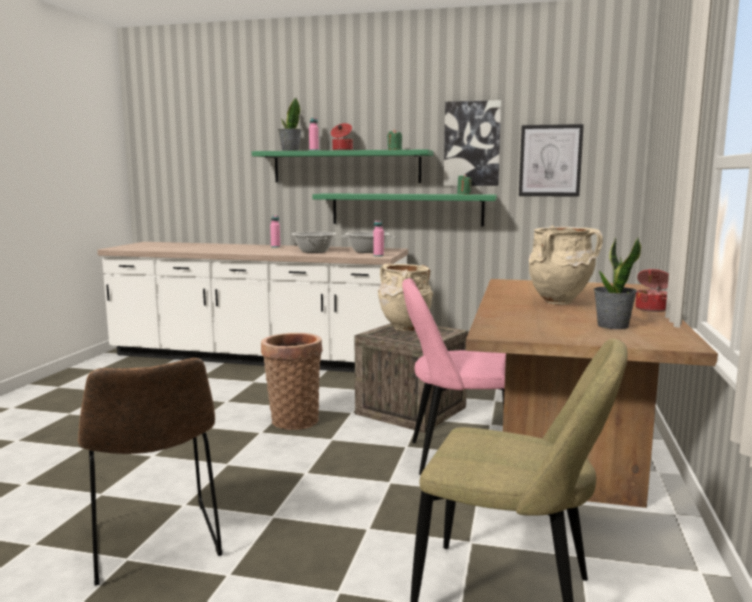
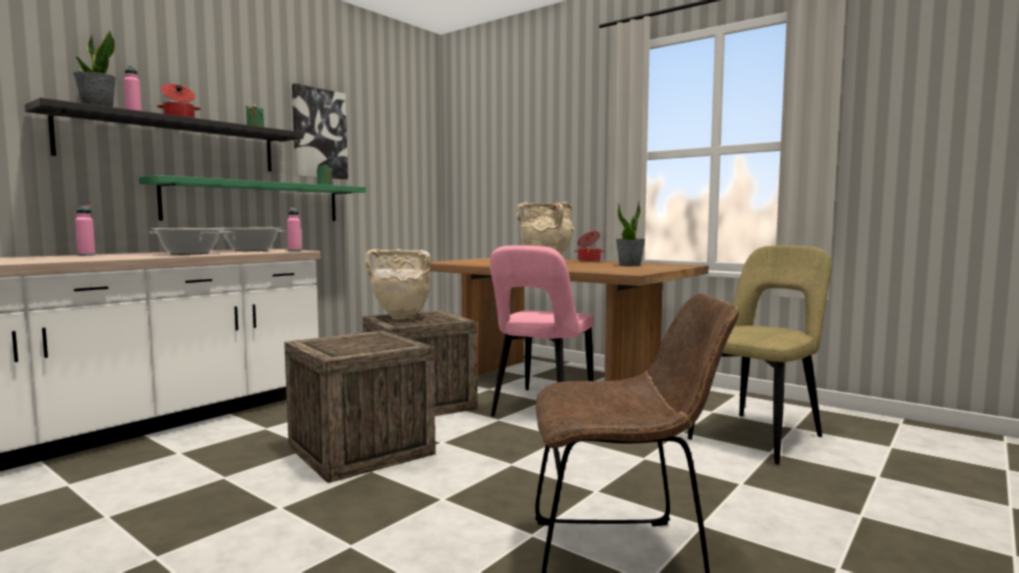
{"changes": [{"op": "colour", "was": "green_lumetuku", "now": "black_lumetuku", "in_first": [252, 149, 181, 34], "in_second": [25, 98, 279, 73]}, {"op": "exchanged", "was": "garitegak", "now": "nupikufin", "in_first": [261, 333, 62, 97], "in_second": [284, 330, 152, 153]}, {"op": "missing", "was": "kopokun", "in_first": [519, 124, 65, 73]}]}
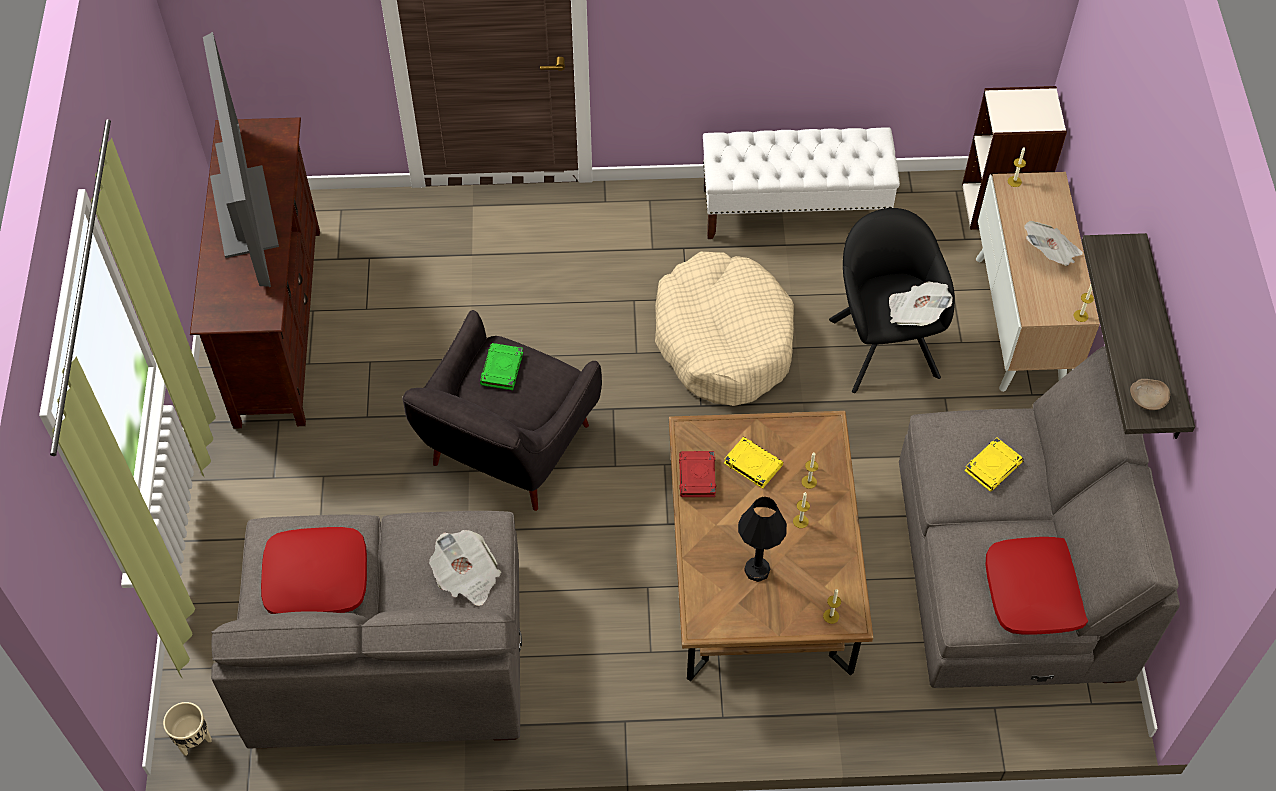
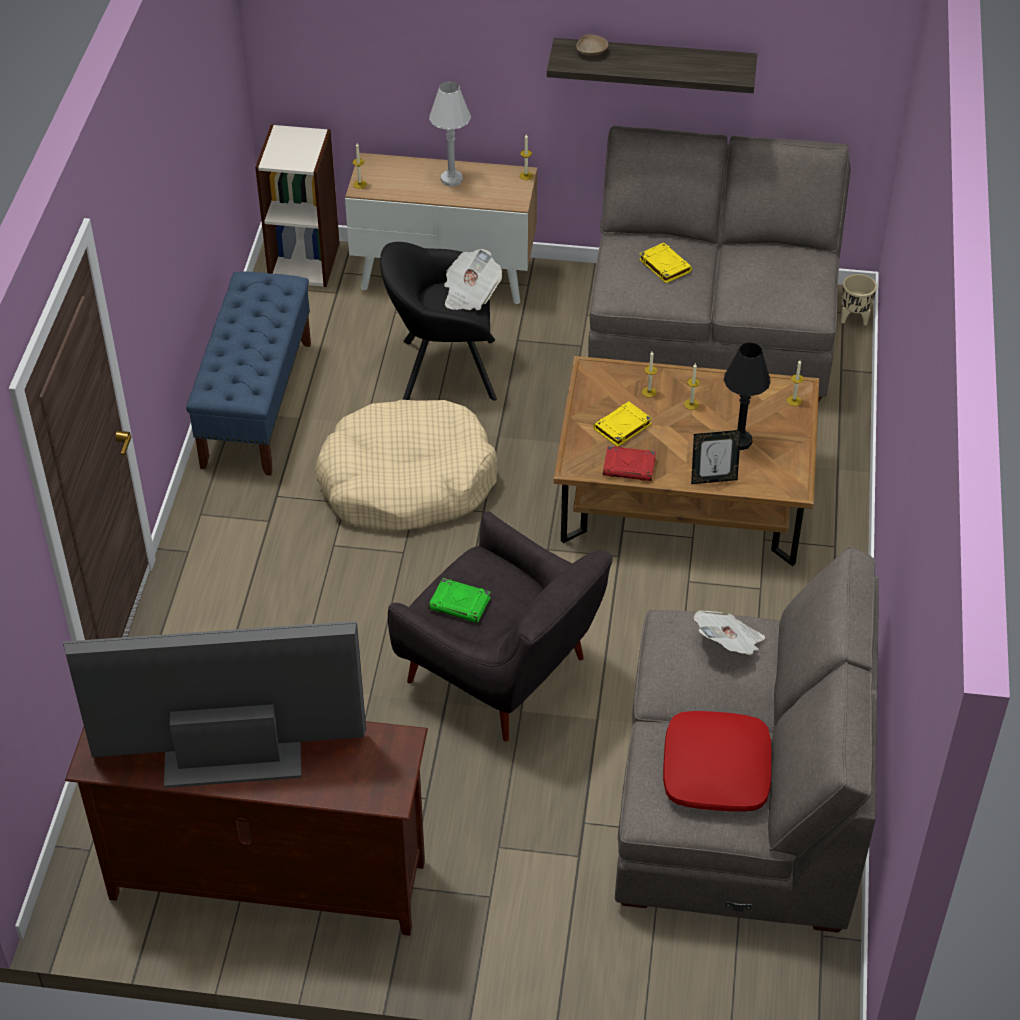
{"changes": [{"op": "relocated", "was": "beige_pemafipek", "in_first": [163, 702, 49, 54], "in_second": [841, 274, 36, 52]}, {"op": "colour", "was": "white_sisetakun", "now": "blue_sisetakun", "in_first": [703, 128, 197, 111], "in_second": [186, 271, 125, 205]}, {"op": "missing", "was": "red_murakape", "in_first": [985, 537, 103, 98]}, {"op": "exchanged", "was": "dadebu", "now": "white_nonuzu", "in_first": [1024, 221, 59, 45], "in_second": [429, 81, 42, 106]}, {"op": "relocated", "was": "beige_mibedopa", "in_first": [1130, 379, 40, 31], "in_second": [576, 34, 32, 22]}, {"op": "appeared", "now": "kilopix", "in_second": [691, 430, 50, 54]}]}
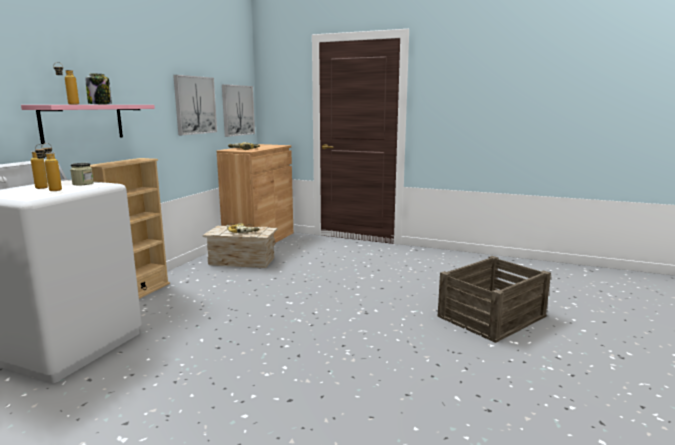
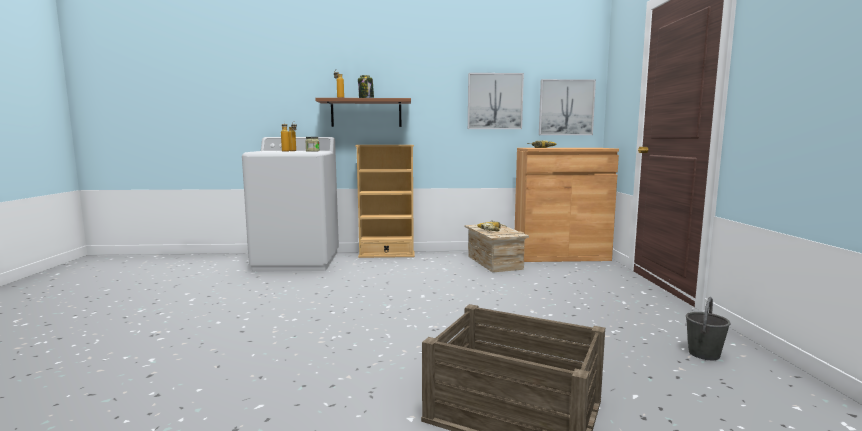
{"changes": [{"op": "colour", "was": "pink_lumetuku", "now": "brown_lumetuku", "in_first": [21, 105, 134, 39], "in_second": [315, 98, 96, 29]}, {"op": "appeared", "now": "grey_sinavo", "in_second": [686, 297, 44, 63]}]}
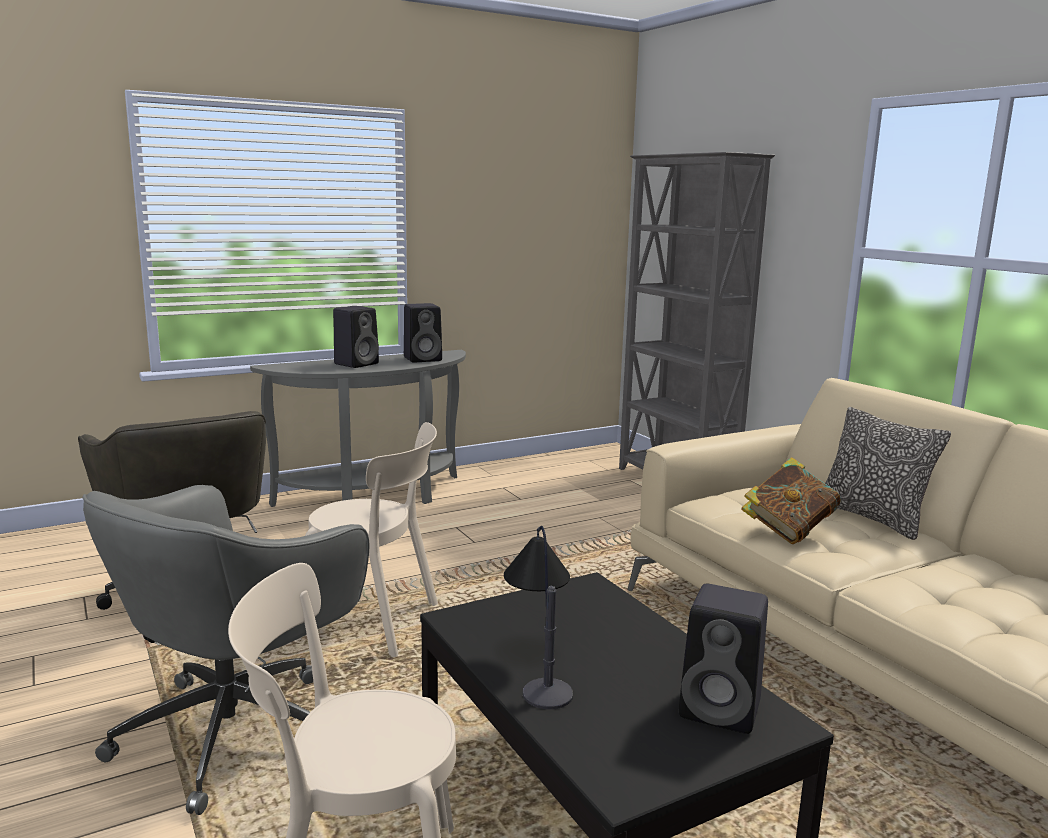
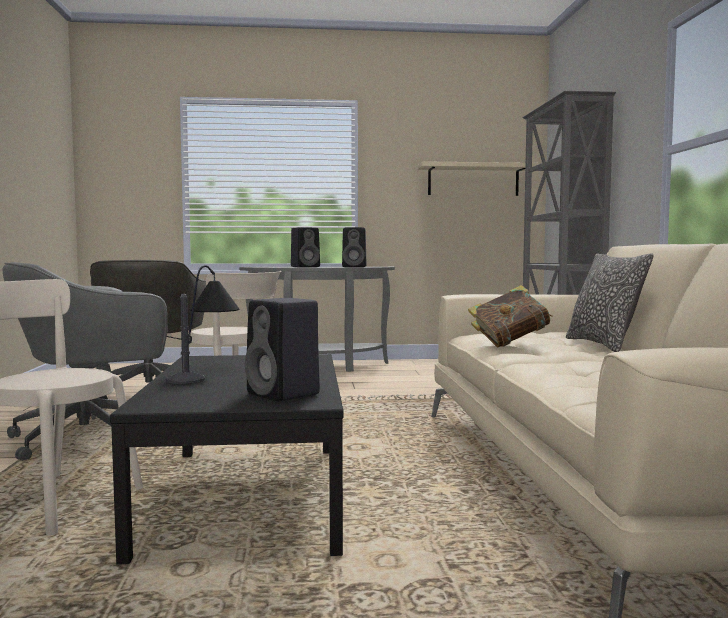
{"changes": [{"op": "appeared", "now": "beige_lumetuku", "in_second": [417, 161, 122, 35]}]}
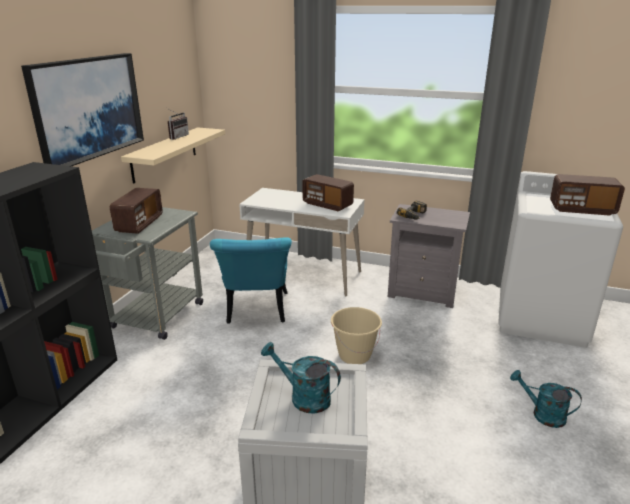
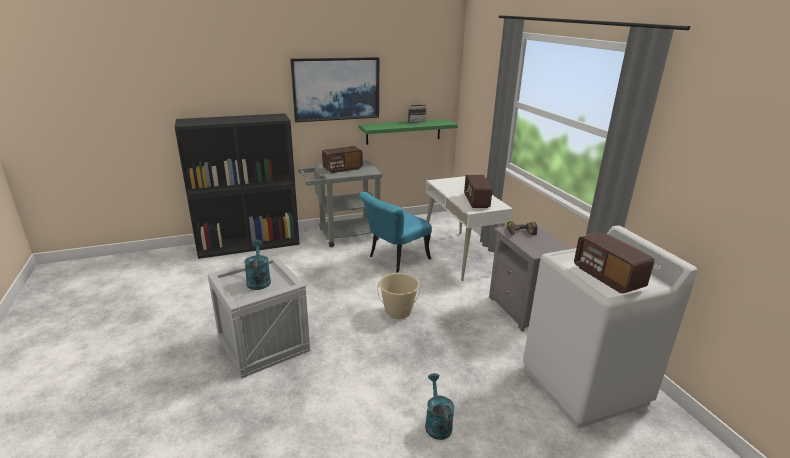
{"changes": [{"op": "colour", "was": "beige_lumetuku", "now": "green_lumetuku", "in_first": [121, 127, 104, 57], "in_second": [359, 119, 99, 26]}]}
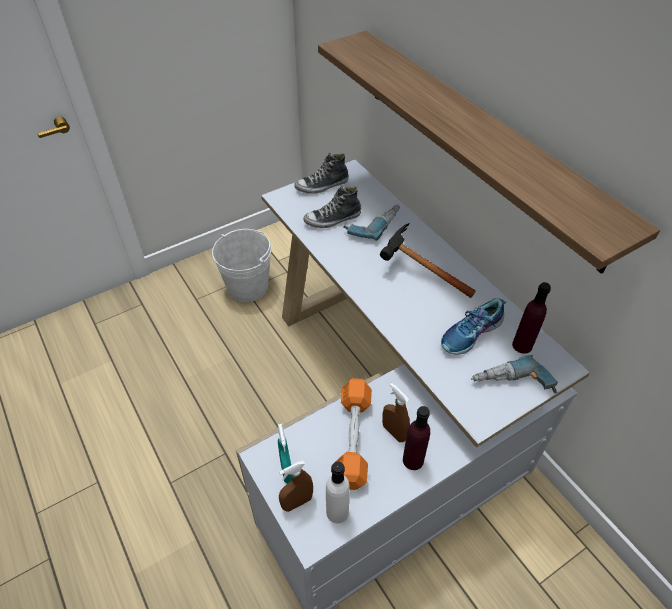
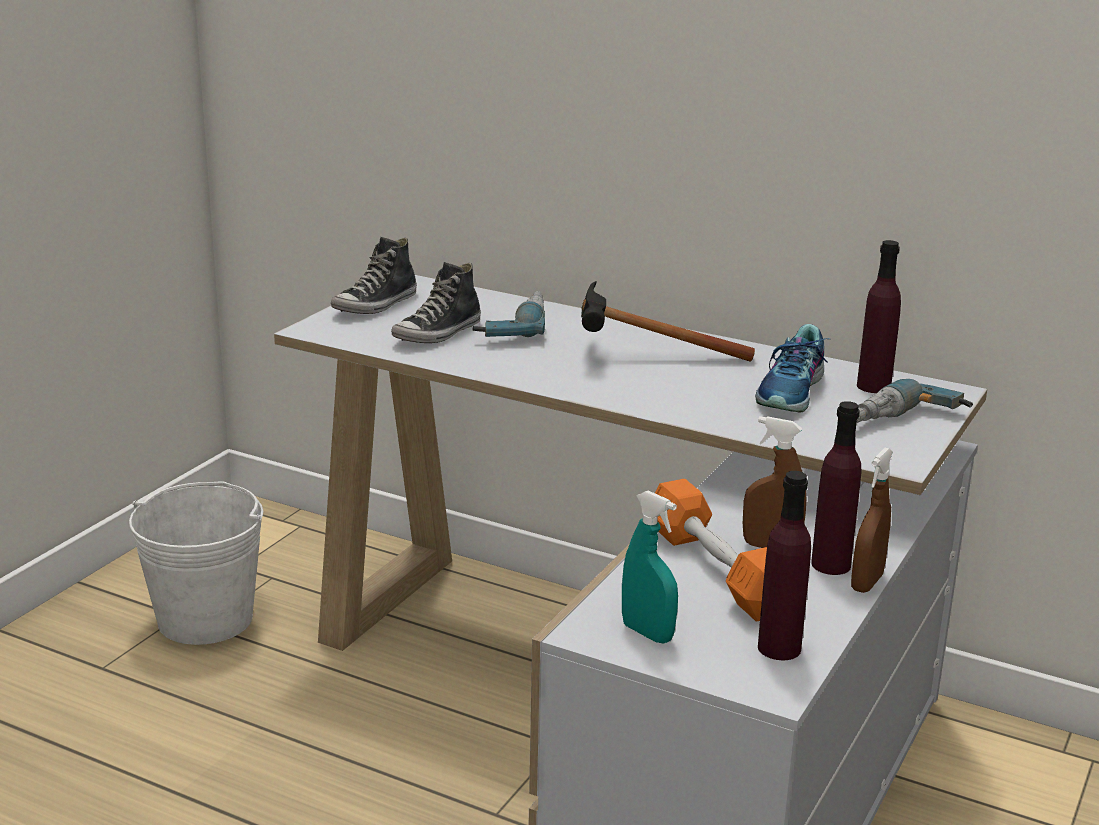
{"changes": [{"op": "relocated", "was": "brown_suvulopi", "in_first": [279, 461, 34, 51], "in_second": [851, 448, 42, 145]}, {"op": "missing", "was": "lumetuku", "in_first": [318, 31, 342, 243]}, {"op": "colour", "was": "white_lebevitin", "now": "purple_lebevitin", "in_first": [326, 461, 24, 62], "in_second": [758, 471, 53, 189]}]}
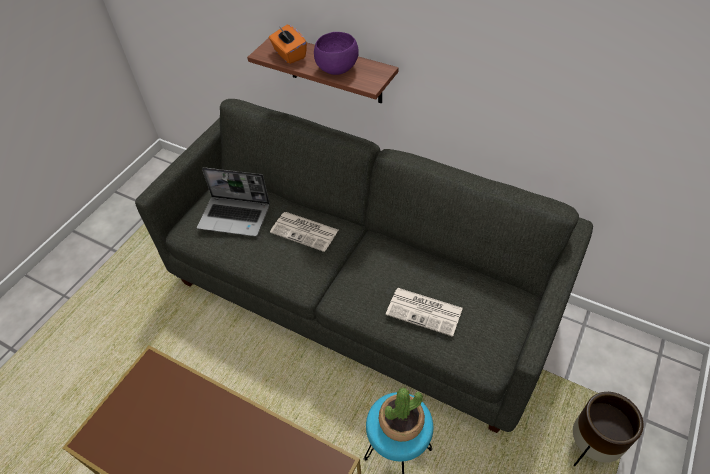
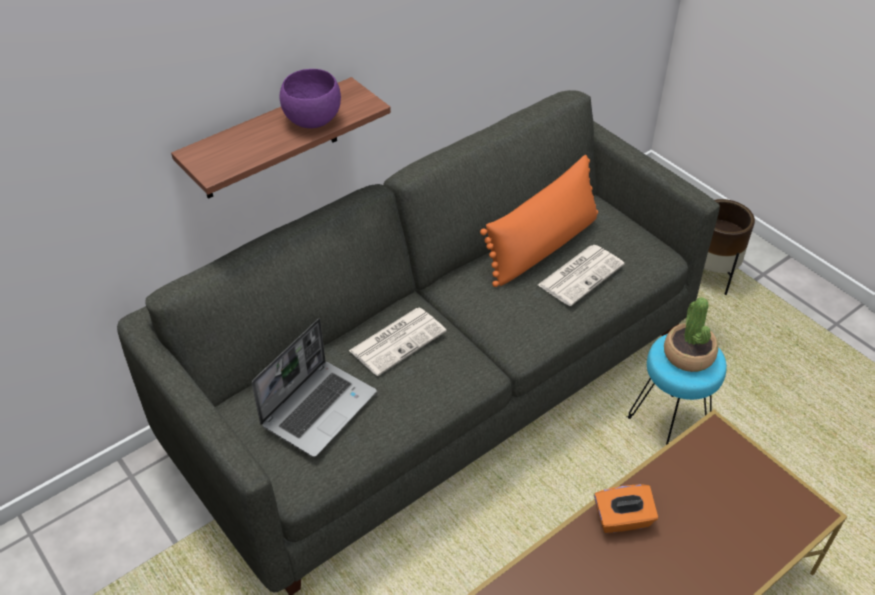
{"changes": [{"op": "relocated", "was": "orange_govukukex", "in_first": [269, 25, 38, 39], "in_second": [594, 484, 64, 49]}, {"op": "appeared", "now": "orange_murakape", "in_second": [480, 155, 118, 132]}]}
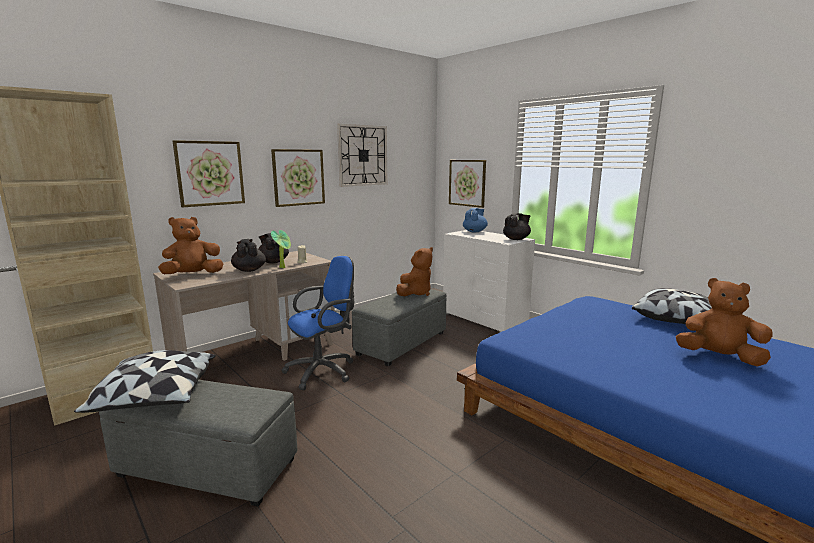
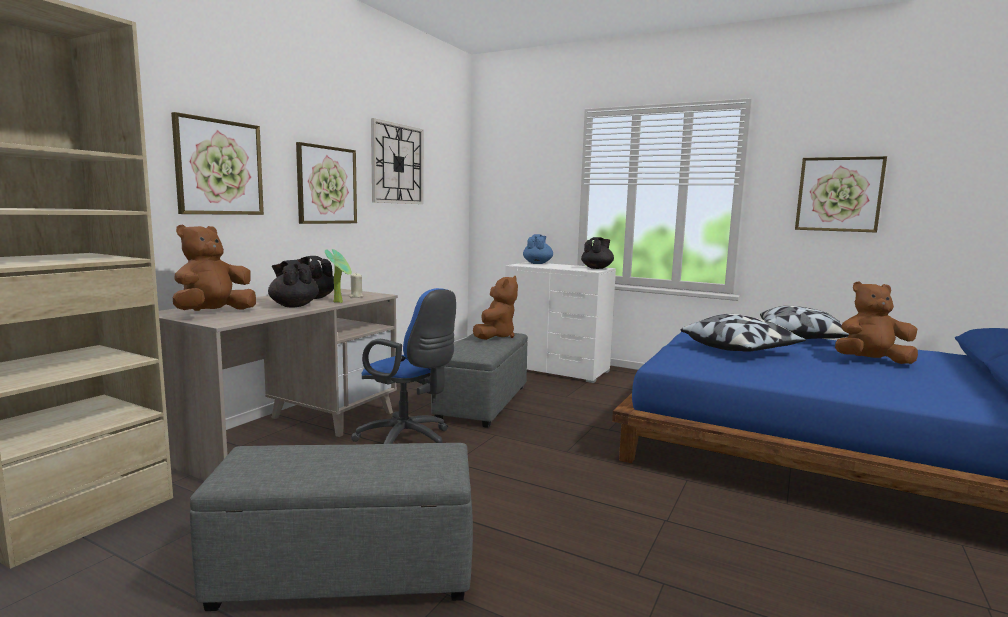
{"changes": [{"op": "relocated", "was": "murakape", "in_first": [74, 350, 142, 63], "in_second": [681, 314, 125, 38]}, {"op": "spun", "was": "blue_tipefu", "in_first": [281, 256, 73, 134], "in_second": [351, 288, 105, 156], "clockwise": 90}, {"op": "relocated", "was": "kopokun", "in_first": [449, 160, 37, 48], "in_second": [795, 156, 92, 77]}]}
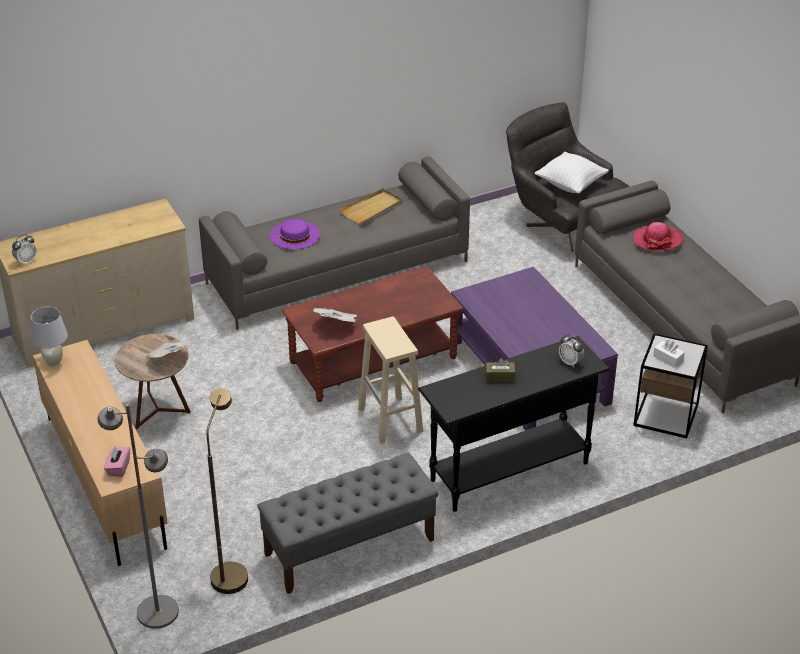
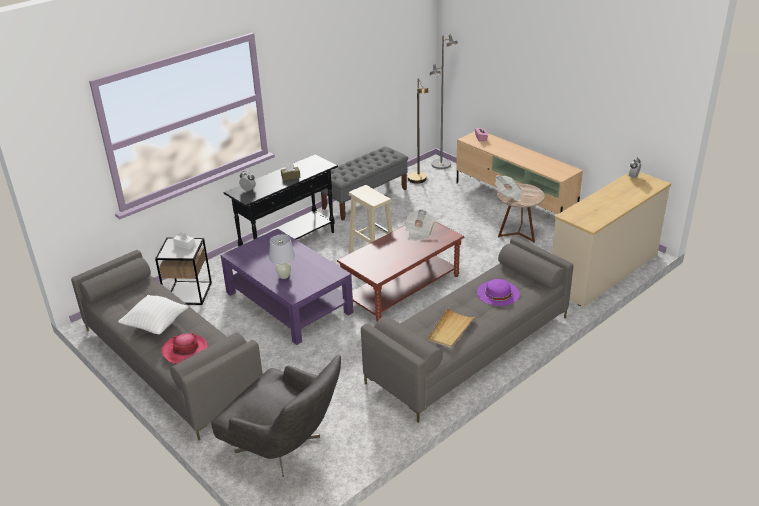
{"changes": [{"op": "relocated", "was": "white_nonuzu", "in_first": [31, 307, 37, 60], "in_second": [269, 235, 26, 44]}, {"op": "relocated", "was": "white_murakape", "in_first": [534, 152, 75, 42], "in_second": [118, 295, 71, 39]}]}
